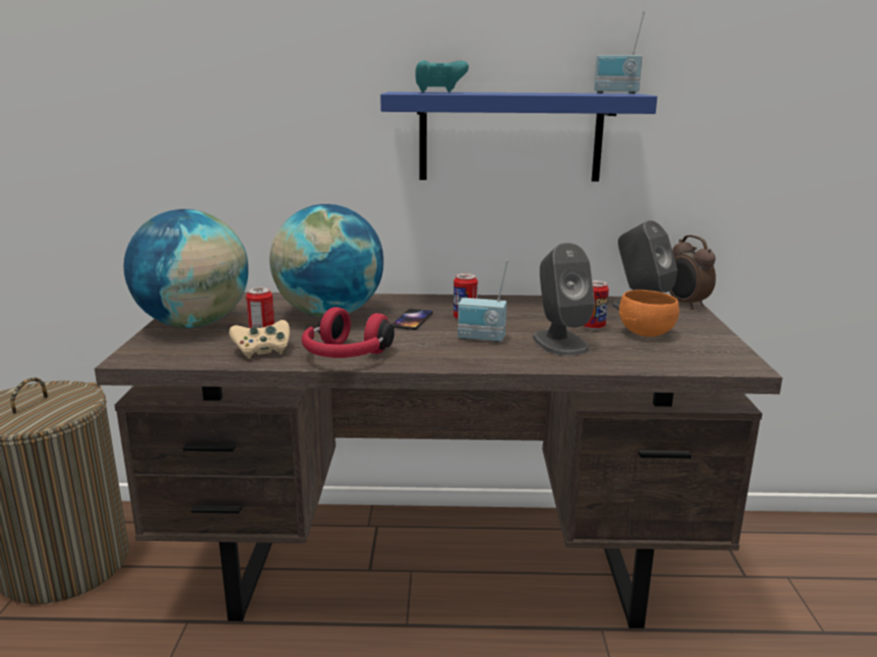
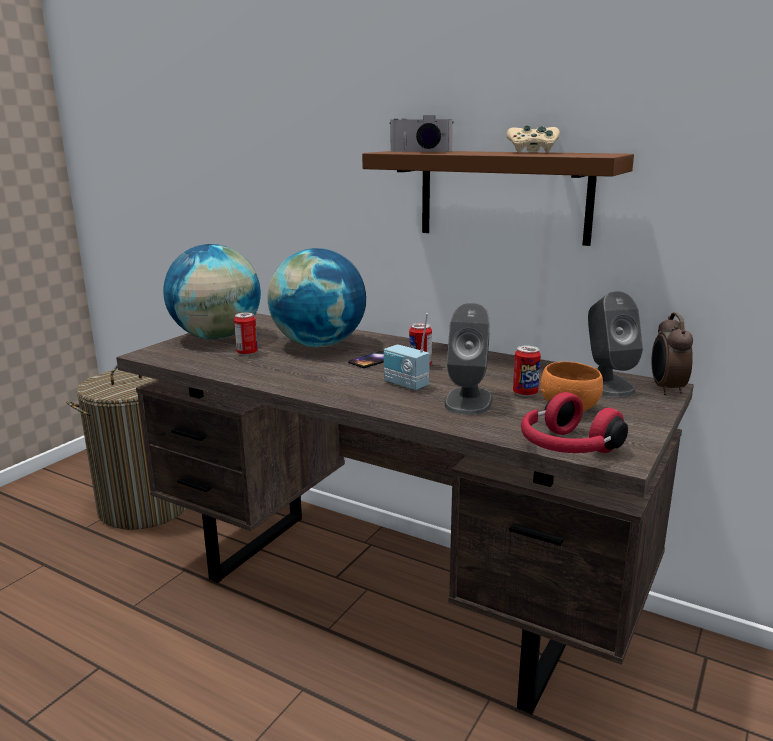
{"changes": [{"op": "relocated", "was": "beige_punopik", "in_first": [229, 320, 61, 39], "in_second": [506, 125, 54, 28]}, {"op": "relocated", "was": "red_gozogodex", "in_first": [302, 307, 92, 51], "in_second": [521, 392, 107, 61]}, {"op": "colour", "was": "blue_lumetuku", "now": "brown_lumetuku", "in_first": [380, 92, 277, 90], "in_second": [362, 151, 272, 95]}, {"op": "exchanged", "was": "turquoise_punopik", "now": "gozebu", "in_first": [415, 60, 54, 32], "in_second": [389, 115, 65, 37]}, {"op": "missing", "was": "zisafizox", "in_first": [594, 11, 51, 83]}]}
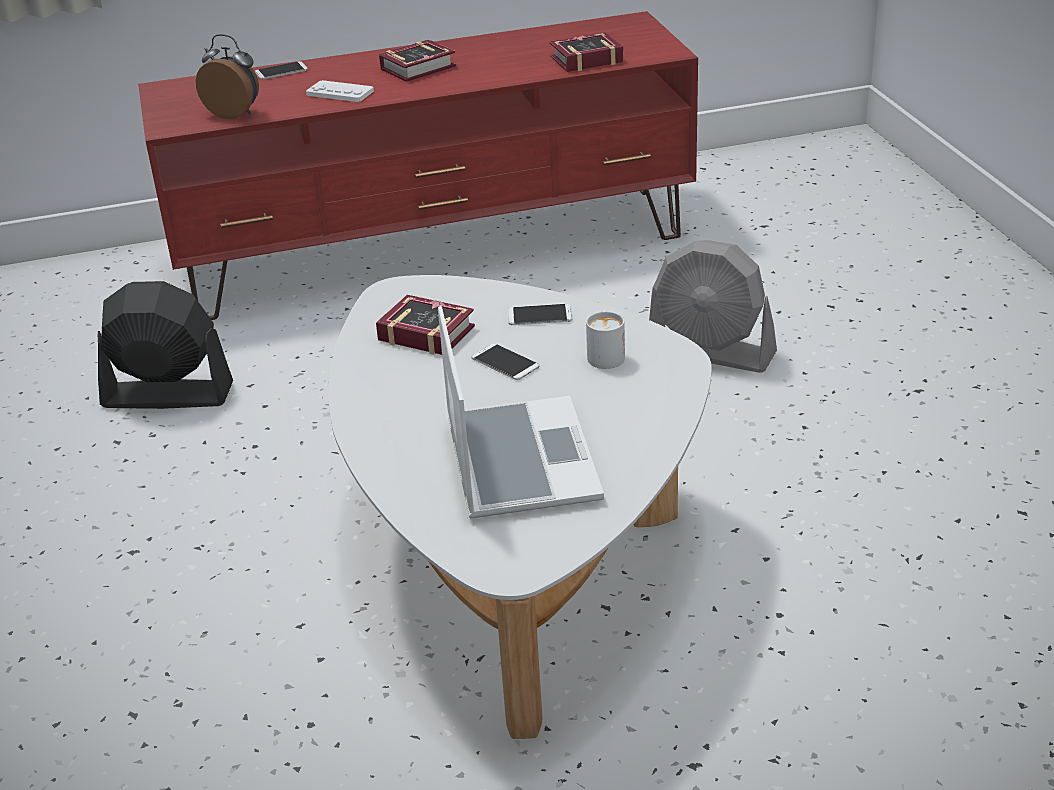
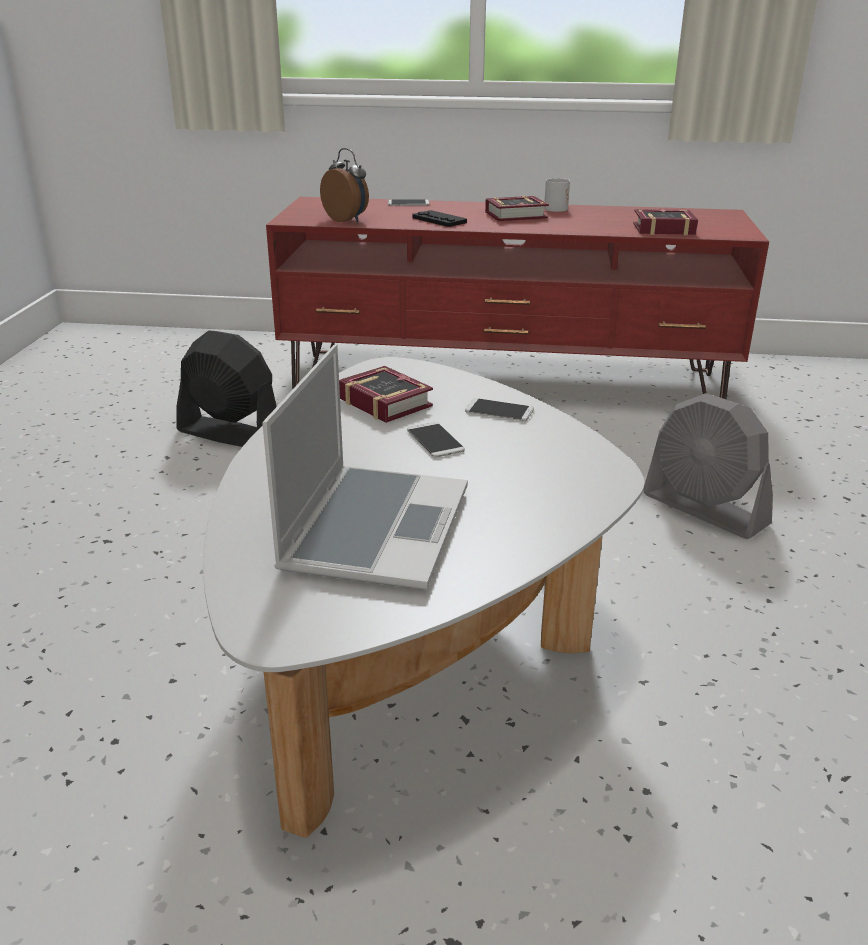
{"changes": [{"op": "colour", "was": "white_punopik", "now": "black_punopik", "in_first": [306, 80, 68, 22], "in_second": [413, 210, 54, 17]}, {"op": "relocated", "was": "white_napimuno", "in_first": [586, 309, 39, 60], "in_second": [544, 178, 26, 34]}]}
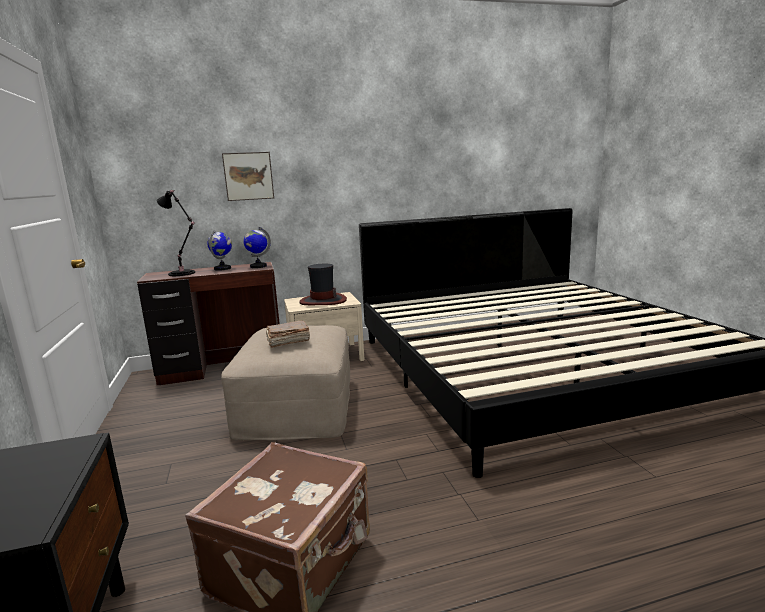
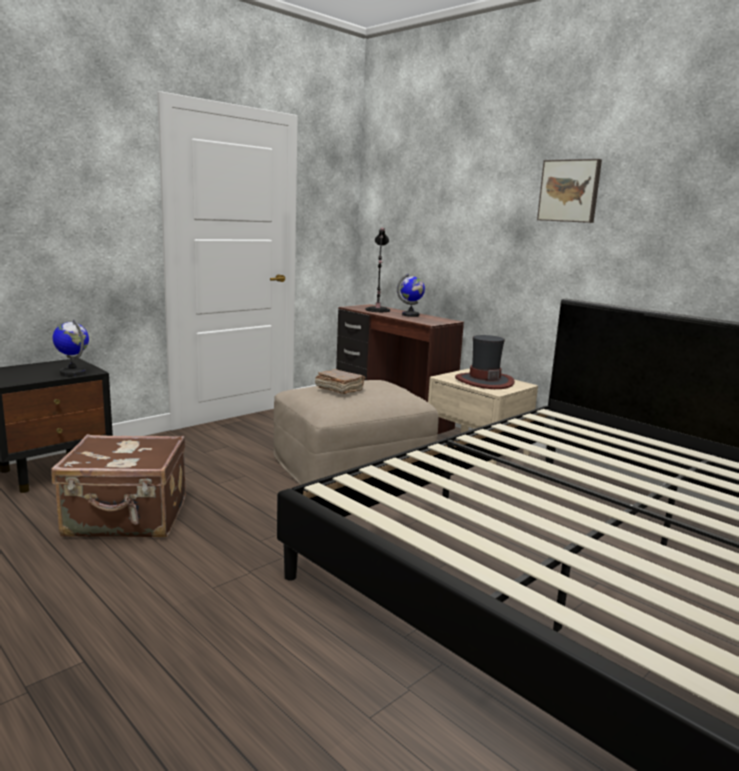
{"changes": [{"op": "relocated", "was": "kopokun", "in_first": [222, 152, 52, 49], "in_second": [537, 159, 65, 64]}, {"op": "relocated", "was": "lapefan", "in_first": [244, 227, 27, 41], "in_second": [53, 319, 36, 57]}]}
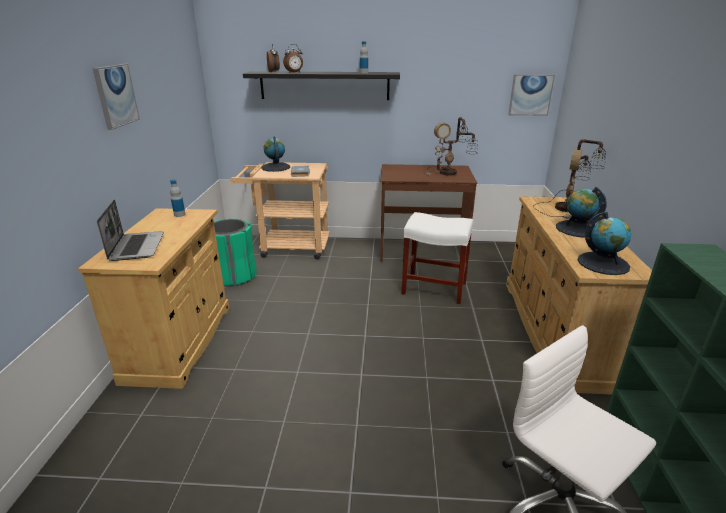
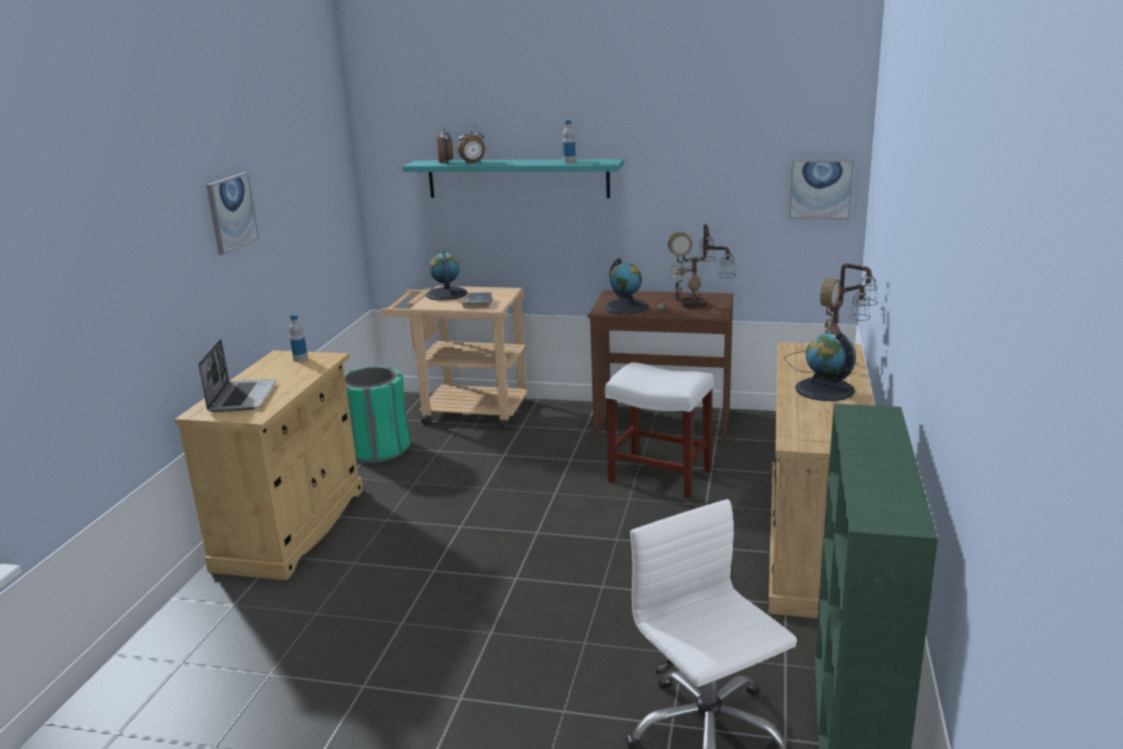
{"changes": [{"op": "colour", "was": "black_lumetuku", "now": "turquoise_lumetuku", "in_first": [243, 71, 157, 29], "in_second": [402, 159, 222, 39]}, {"op": "relocated", "was": "lapefan", "in_first": [578, 212, 53, 63], "in_second": [604, 258, 45, 56]}]}
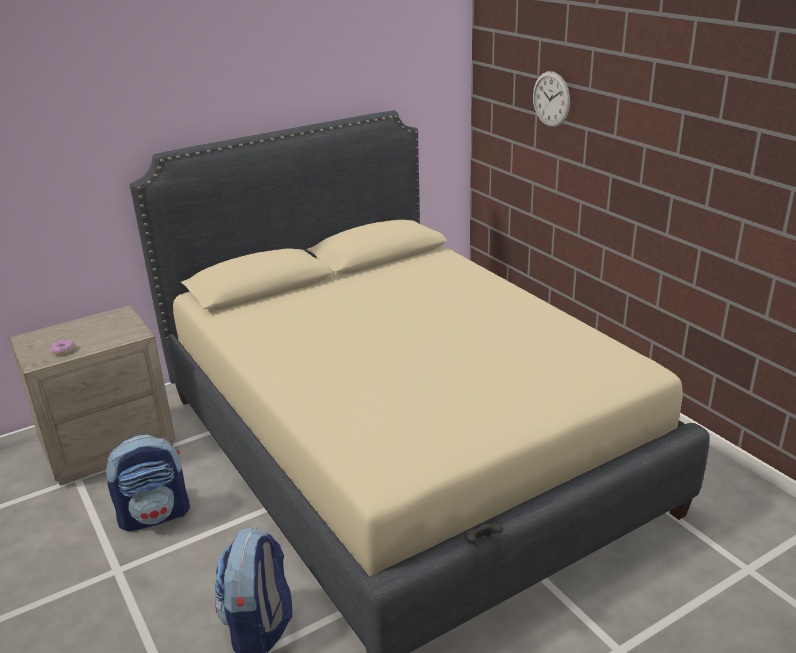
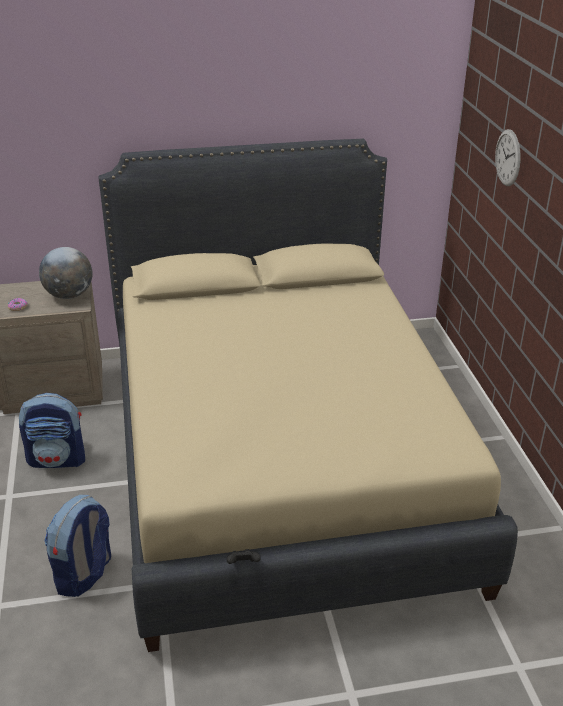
{"changes": [{"op": "appeared", "now": "lapefan", "in_second": [39, 247, 53, 52]}]}
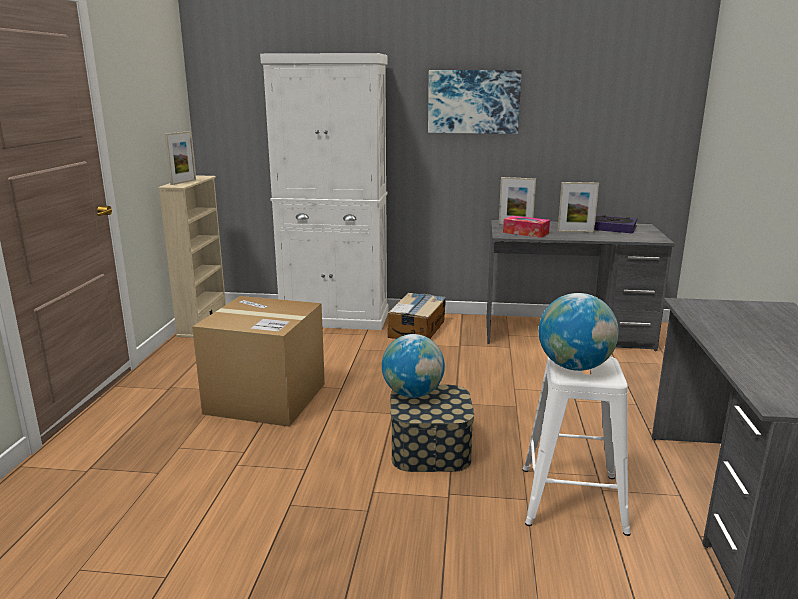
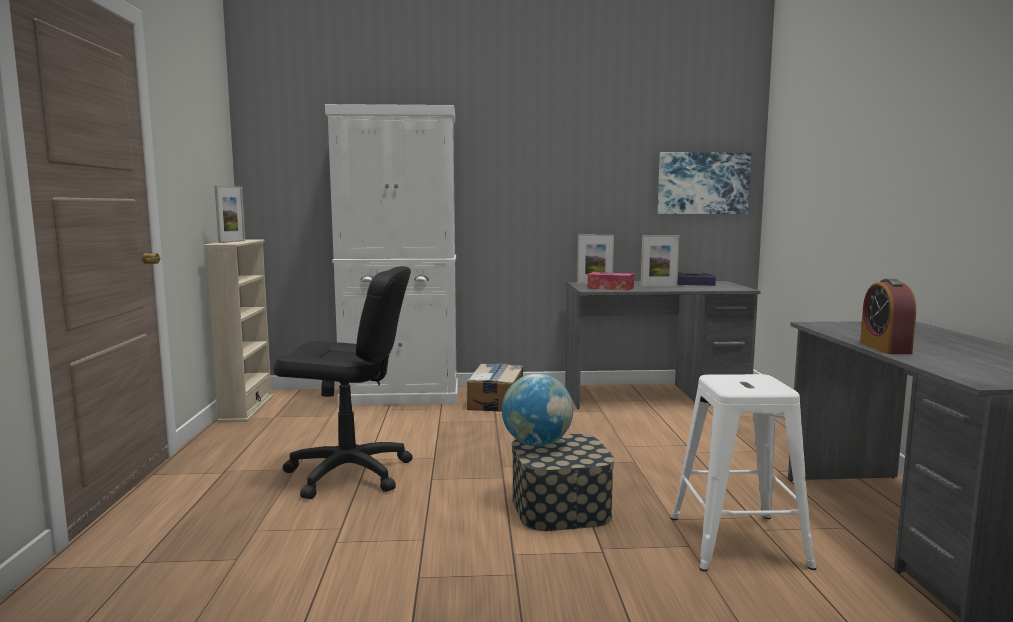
{"changes": [{"op": "exchanged", "was": "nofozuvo", "now": "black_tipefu", "in_first": [192, 296, 133, 131], "in_second": [273, 266, 140, 233]}, {"op": "relocated", "was": "kopokun", "in_first": [428, 70, 94, 64], "in_second": [658, 152, 93, 62]}, {"op": "missing", "was": "lapefan", "in_first": [539, 293, 80, 78]}, {"op": "appeared", "now": "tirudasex", "in_second": [860, 279, 56, 75]}]}
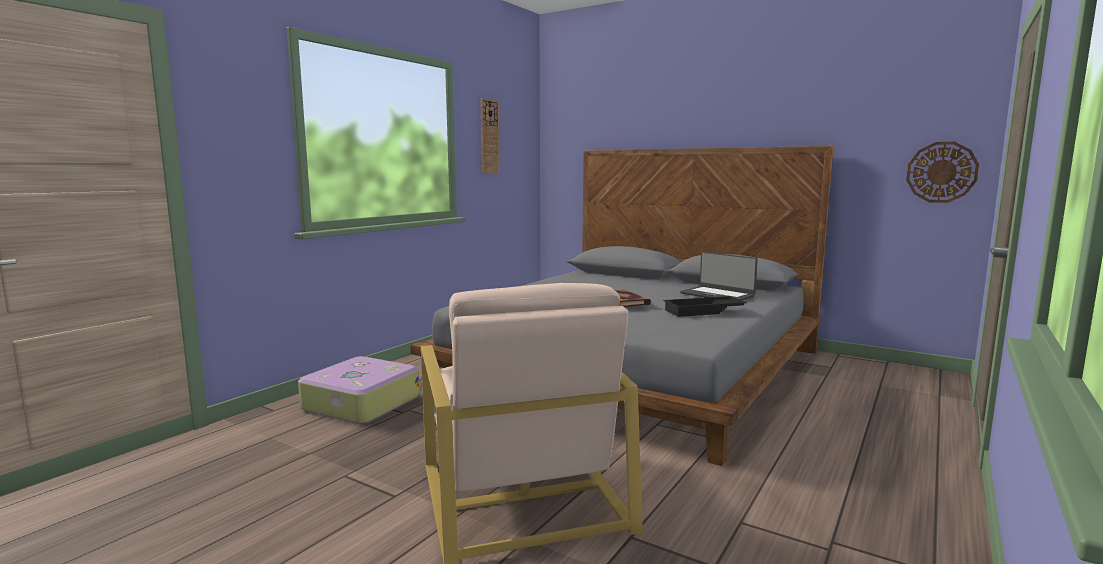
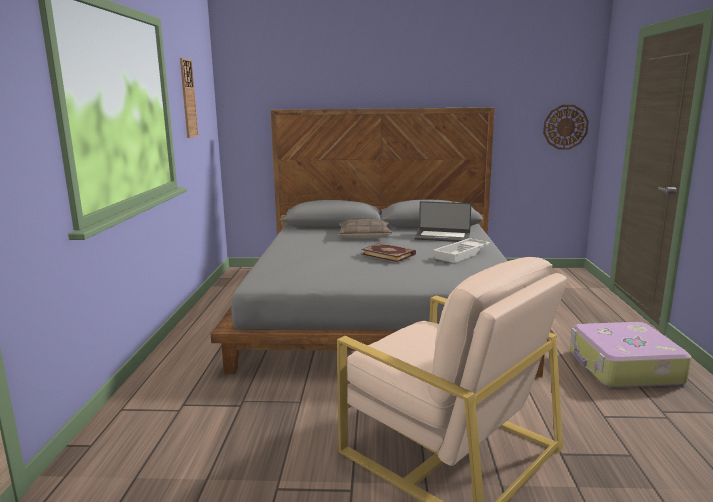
{"changes": [{"op": "relocated", "was": "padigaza", "in_first": [298, 356, 122, 68], "in_second": [570, 322, 121, 66]}, {"op": "colour", "was": "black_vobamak", "now": "white_vobamak", "in_first": [663, 296, 84, 21], "in_second": [433, 238, 58, 25]}, {"op": "appeared", "now": "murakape", "in_second": [338, 219, 55, 19]}]}
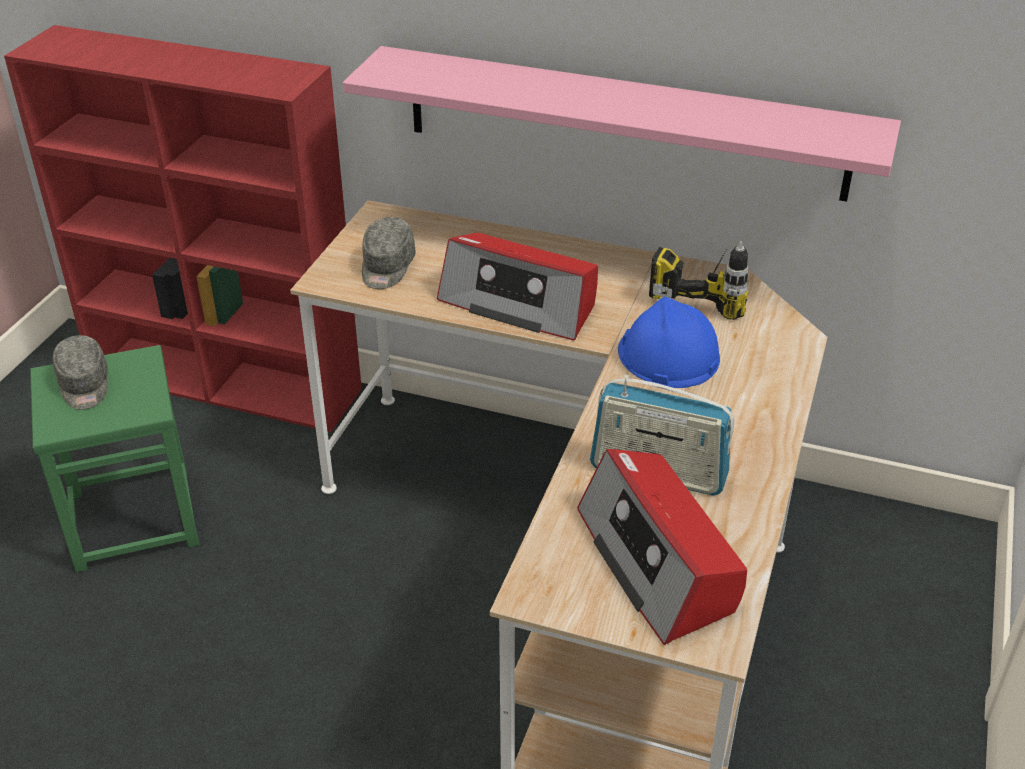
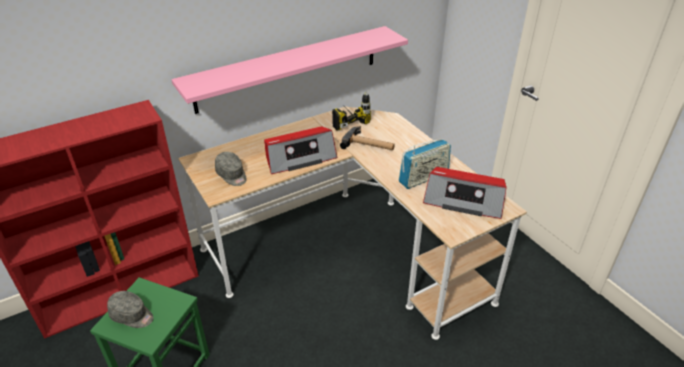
{"changes": [{"op": "exchanged", "was": "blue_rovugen", "now": "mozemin", "in_first": [618, 297, 102, 91], "in_second": [340, 126, 55, 24]}]}
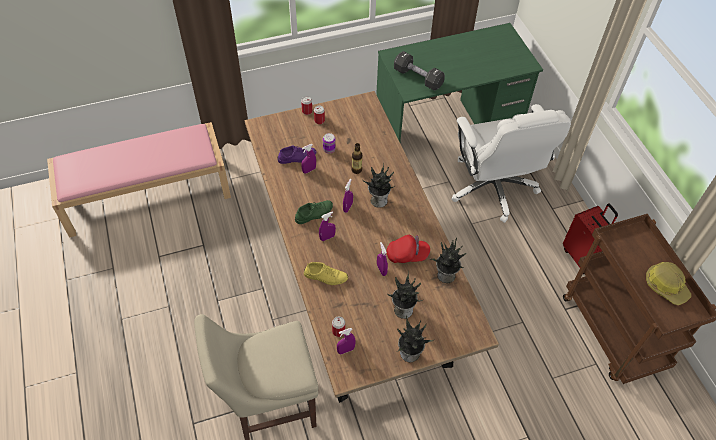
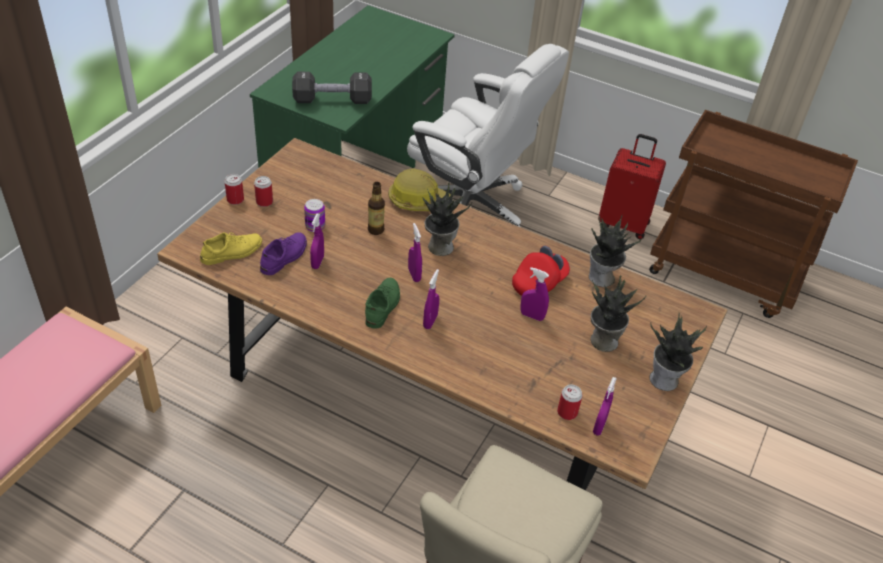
{"changes": [{"op": "relocated", "was": "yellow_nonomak", "in_first": [304, 262, 44, 23], "in_second": [200, 232, 62, 33]}, {"op": "relocated", "was": "rovugen", "in_first": [646, 262, 45, 43], "in_second": [388, 169, 62, 42]}]}
